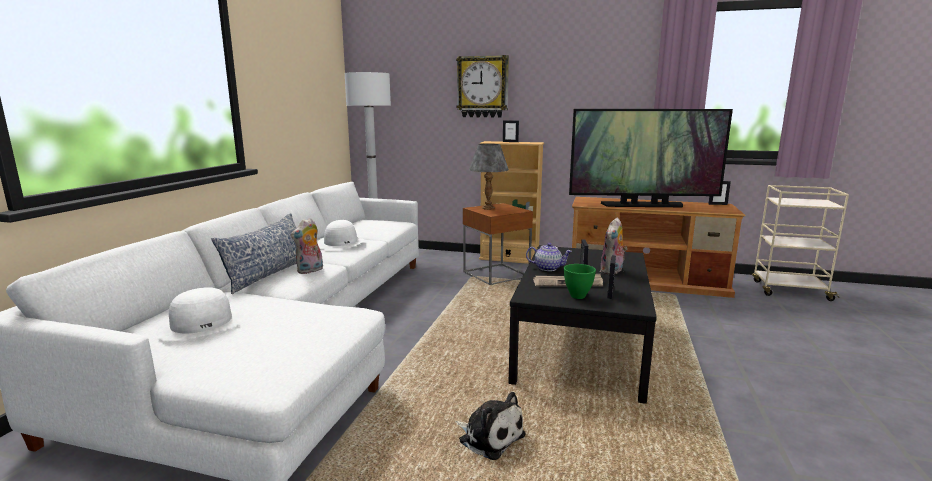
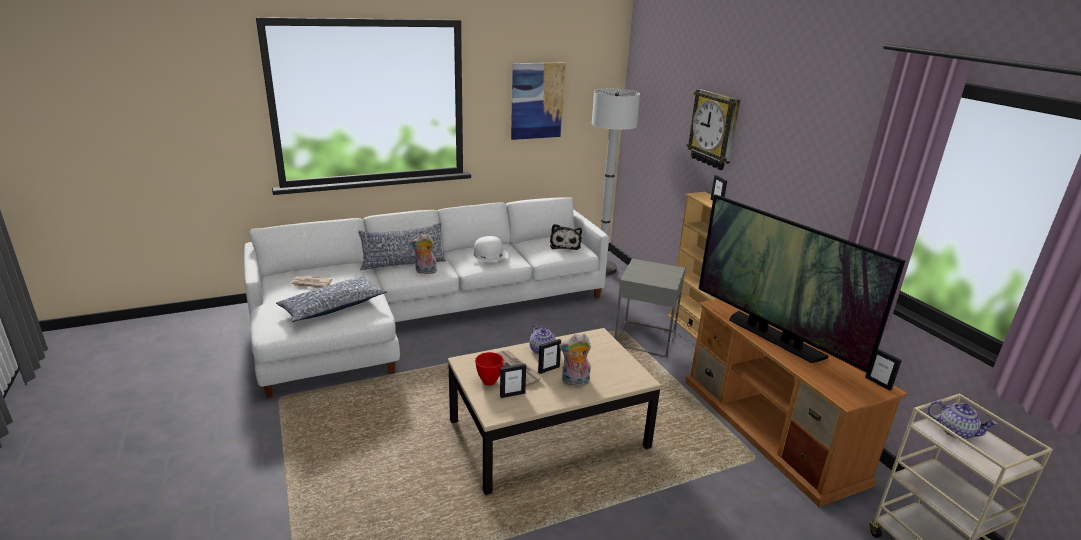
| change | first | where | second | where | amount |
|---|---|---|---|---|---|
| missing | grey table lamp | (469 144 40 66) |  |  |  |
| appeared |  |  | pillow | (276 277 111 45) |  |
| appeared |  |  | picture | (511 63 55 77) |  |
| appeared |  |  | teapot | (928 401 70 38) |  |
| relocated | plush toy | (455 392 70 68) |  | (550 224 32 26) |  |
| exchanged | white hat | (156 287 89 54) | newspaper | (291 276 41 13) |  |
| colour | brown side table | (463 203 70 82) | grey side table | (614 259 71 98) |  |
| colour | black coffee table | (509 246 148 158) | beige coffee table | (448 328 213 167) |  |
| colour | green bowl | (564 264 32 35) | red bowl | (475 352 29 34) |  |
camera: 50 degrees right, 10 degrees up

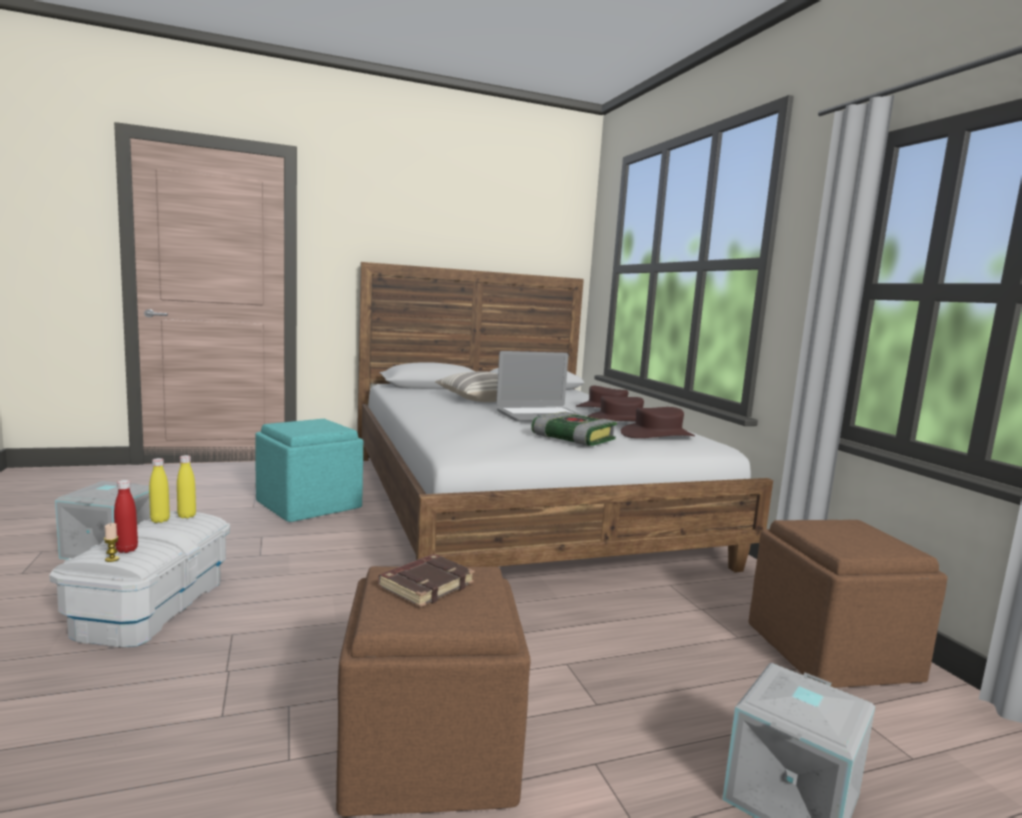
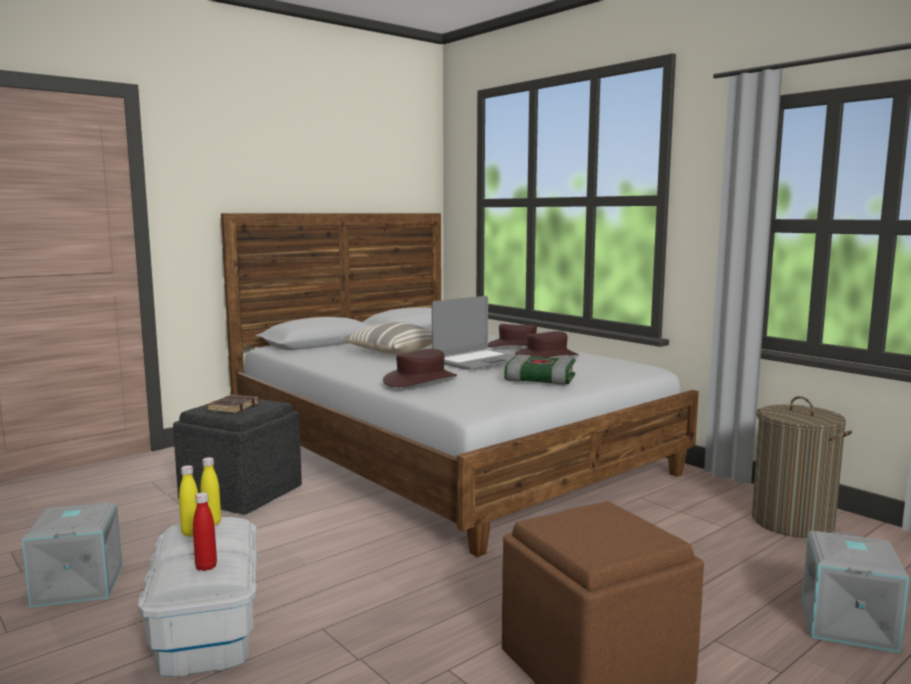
| change | first | where | second | where | amount |
|---|---|---|---|---|---|
| missing | candle | (104 523 16 39) |  |  |  |
| relocated | brown book | (378 554 97 53) |  | (207 394 52 19) |  |
| relocated | brown hat | (621 407 74 31) |  | (383 349 74 38) |  |
| exchanged | brown ottoman | (748 520 200 168) | laundry basket | (752 396 100 142) |  |
| colour | turquoise ottoman | (255 419 109 103) | grey ottoman | (173 399 129 115) |  |
camera: 20 degrees left, 0 degrees up

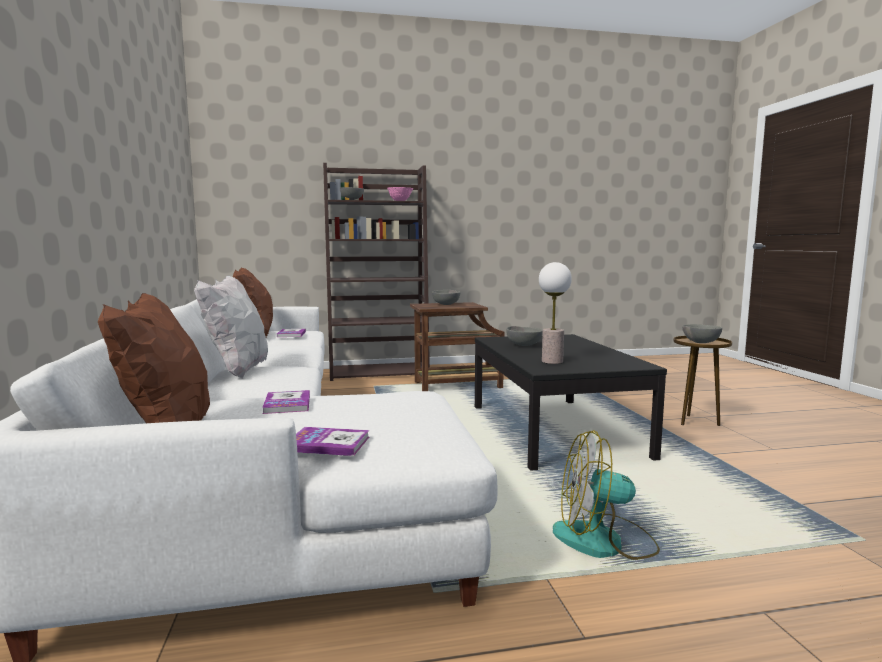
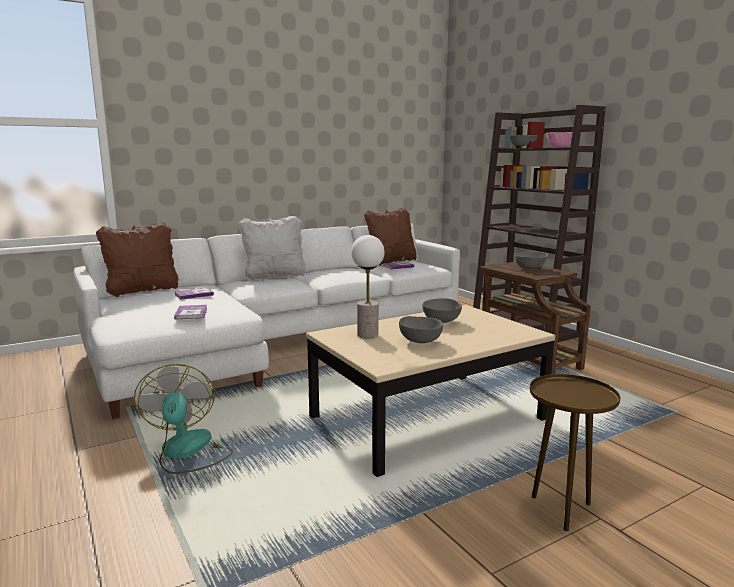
| change | first | where | second | where | amount |
|---|---|---|---|---|---|
| relocated | book | (296 427 73 29) |  | (174 305 33 15) |  |
| relocated | grey bowl | (682 324 40 19) |  | (399 316 44 27) |  |
| colour | black coffee table | (475 334 192 137) | beige coffee table | (306 305 249 172) |  |
camera: 70 degrees right, 5 degrees up

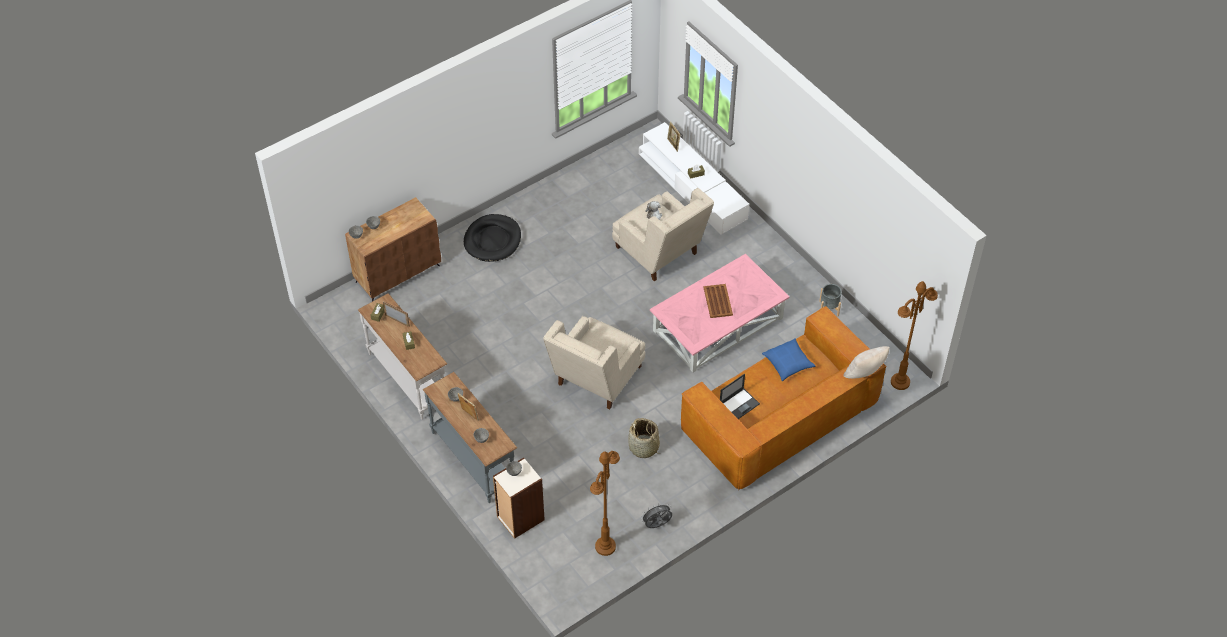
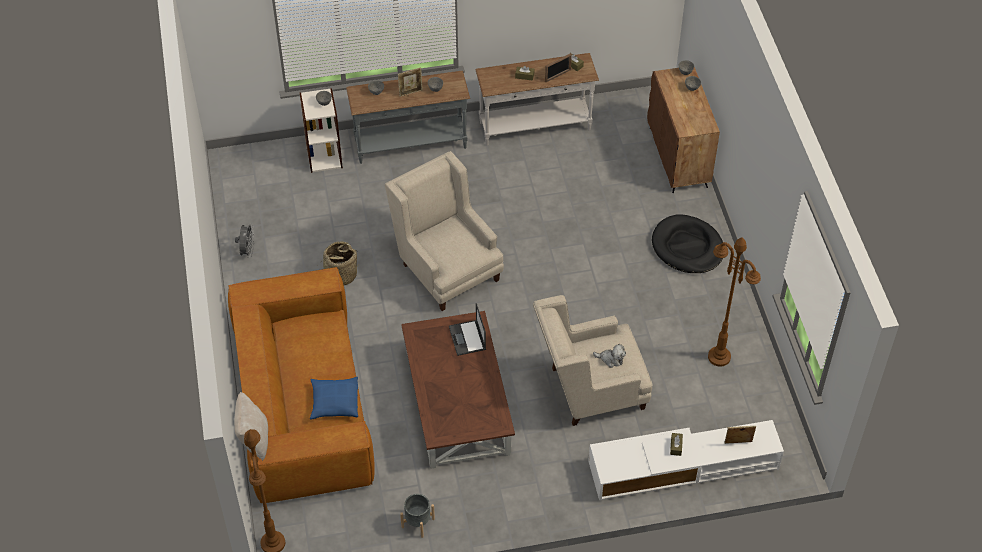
| change | first | where | second | where | amount |
|---|---|---|---|---|---|
| missing | brown tray | (703 284 30 34) |  |  |  |
| relocated | brown floor lamp | (590 451 30 105) |  | (708 237 53 130) |  |
| relocated | laptop | (720 374 40 45) |  | (449 303 37 53) |  |
| colour | pink coffee table | (650 254 139 119) | brown coffee table | (401 311 114 158) |  |
camera: 115 degrees right, 0 degrees up

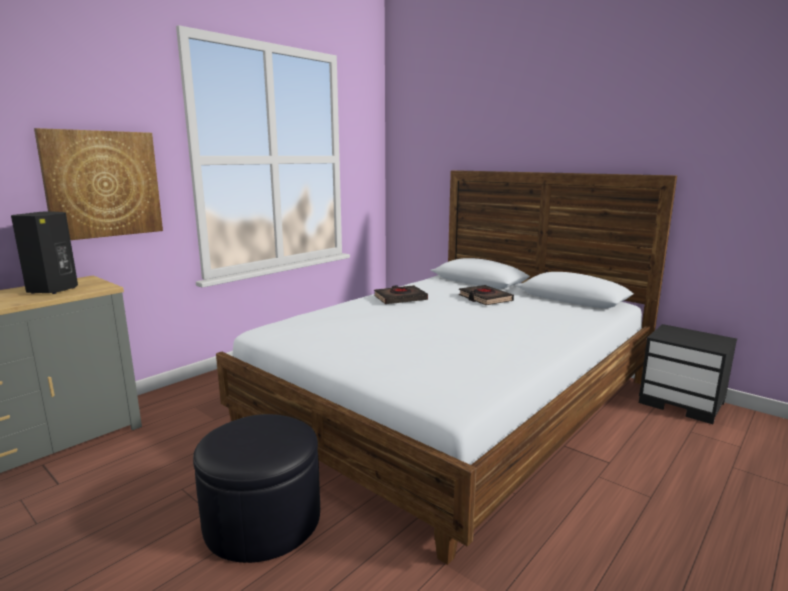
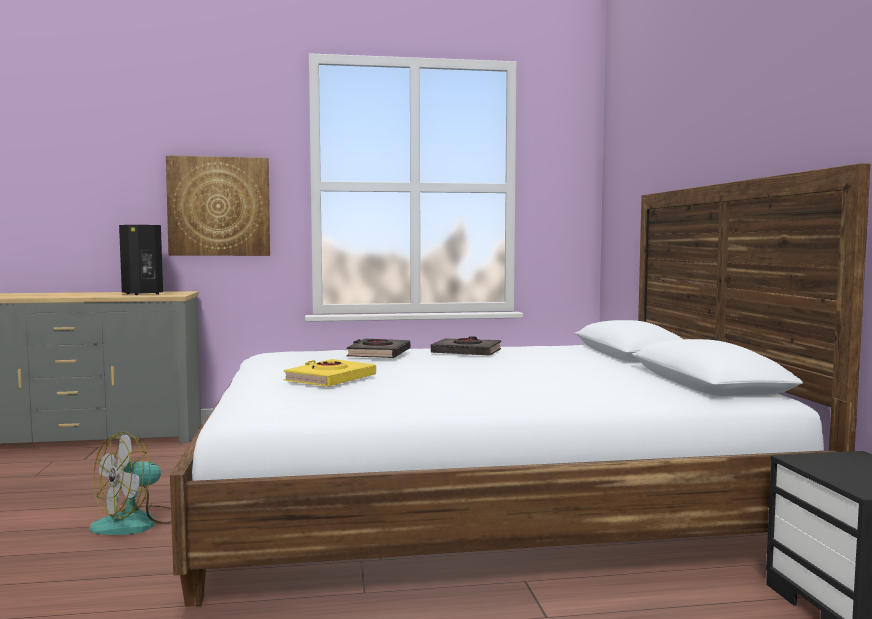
| change | first | where | second | where | amount |
|---|---|---|---|---|---|
| appeared |  |  | yellow book | (284 359 92 28) |  |
| relocated | black book | (459 285 55 20) |  | (346 339 64 19) |  |
| exchanged | black ottoman | (193 414 127 149) | fan | (90 431 81 104) |  |
camera: 40 degrees right, 10 degrees down

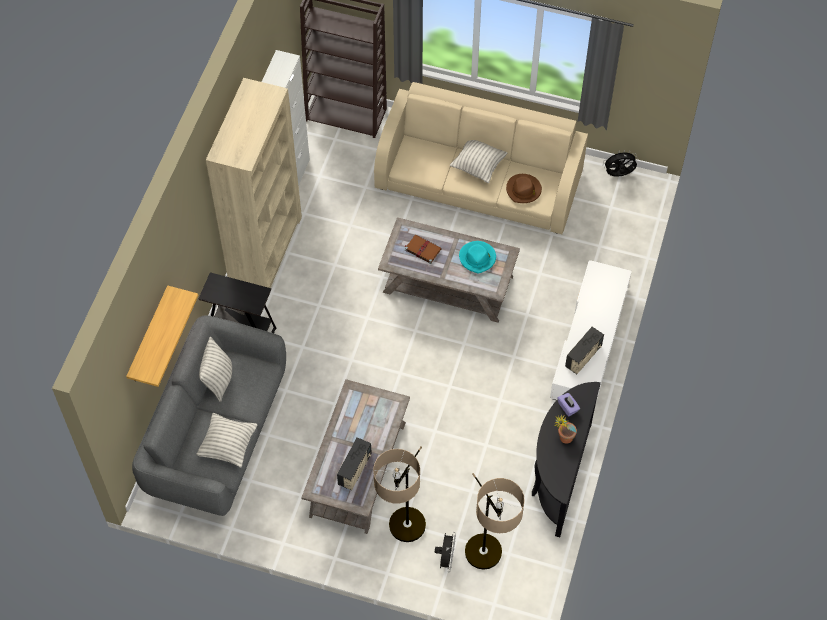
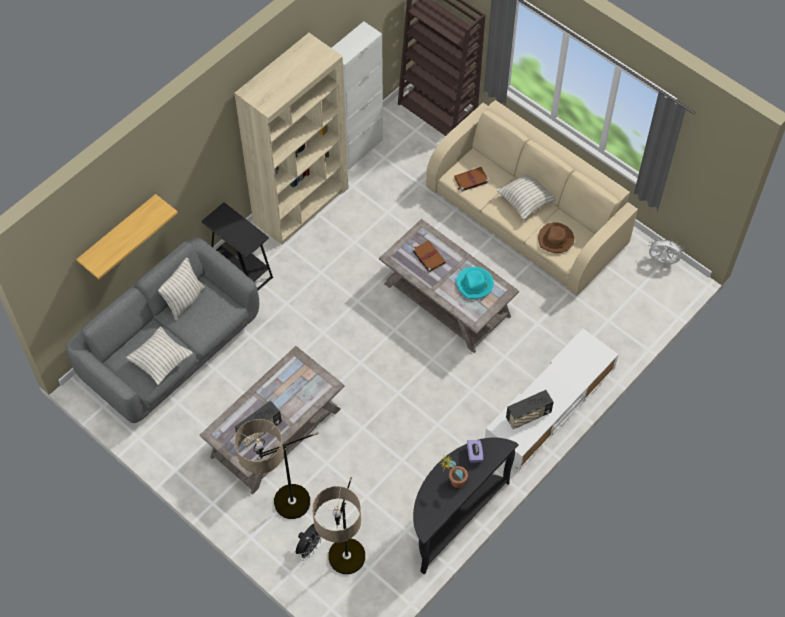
| change | first | where | second | where | amount |
|---|---|---|---|---|---|
| appeared |  |  | brown book | (454 167 35 25) |  |
| colour | black fan | (603 150 35 27) | white fan | (648 237 36 27) |  |
camera: 25 degrees right, 0 degrees up

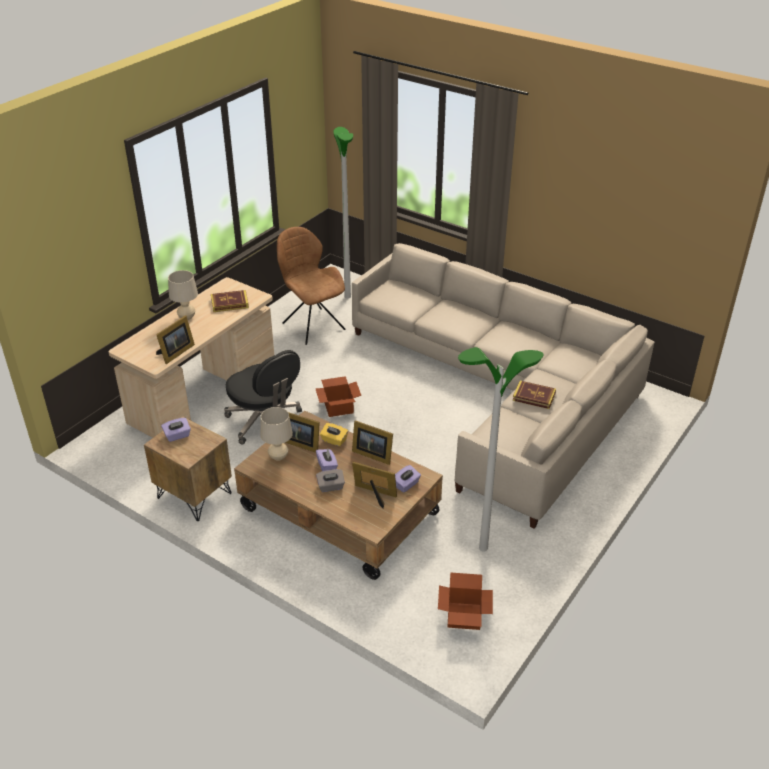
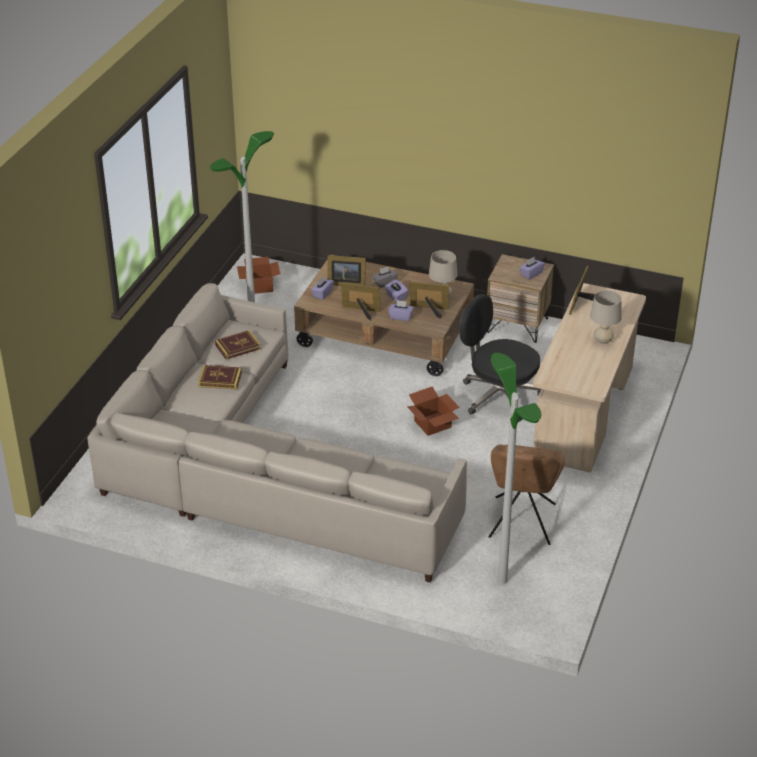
| change | first | where | second | where | amount |
|---|---|---|---|---|---|
| relocated | book | (211 290 38 22) |  | (215 330 46 30) |  |
| colour | yellow tissue box | (320 423 28 23) | purple tissue box | (388 300 26 21) |  |
| spun | brown chair | (277 227 68 118) |  | (489 445 76 100) | 60 degrees clockwise |
camera: 165 degrees right, 0 degrees up

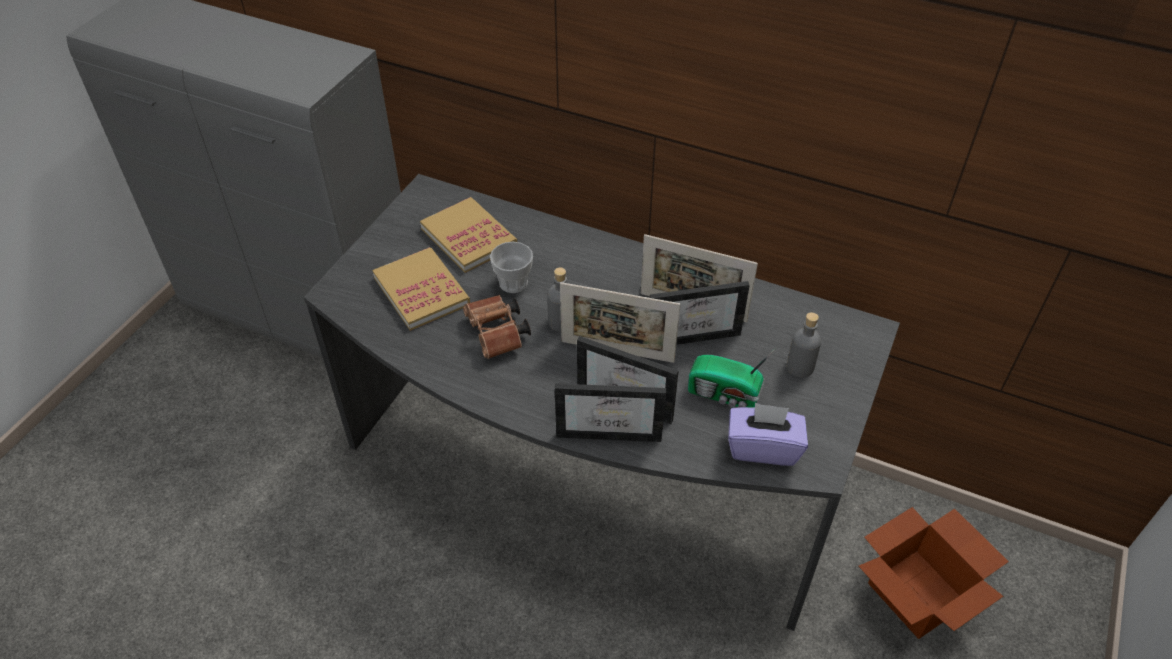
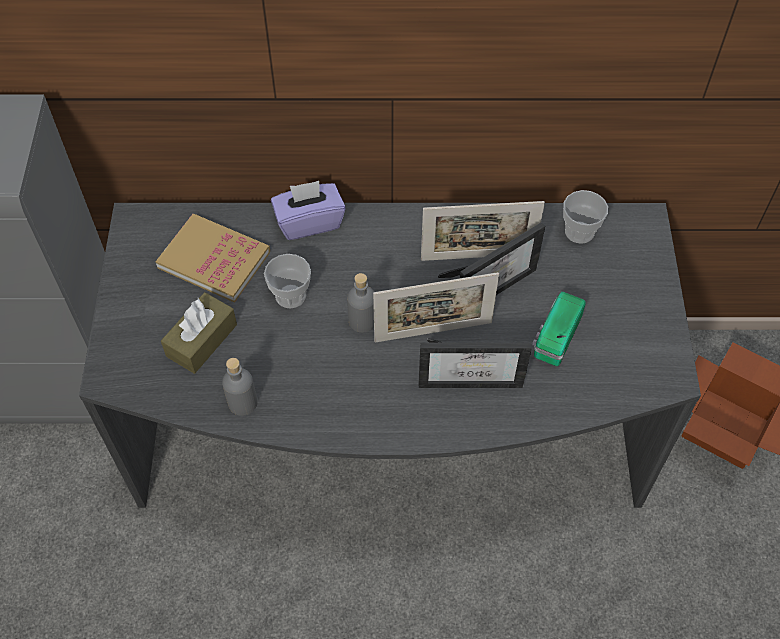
| change | first | where | second | where | amount |
|---|---|---|---|---|---|
| missing | brown binoculars | (463 295 68 64) |  |  |  |
| missing | picture frame | (555 383 111 59) |  |  |  |
| appeared |  |  | cup | (563 190 45 54) |  |
| relocated | purple tissue box | (728 403 80 63) |  | (271 181 75 59) |  |
| relocated | grey bottle | (787 312 34 66) |  | (222 358 36 58) |  |
| exchanged | book | (372 247 98 84) | brown tissue box | (161 292 76 82) |  |
| spun | radio | (688 348 88 60) |  | (532 292 54 74) | 120 degrees clockwise |
camera: 25 degrees left, 10 degrees up

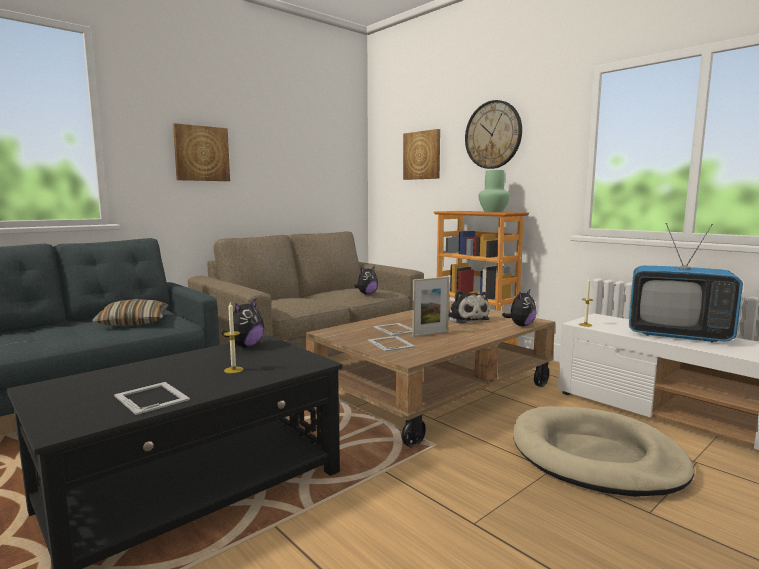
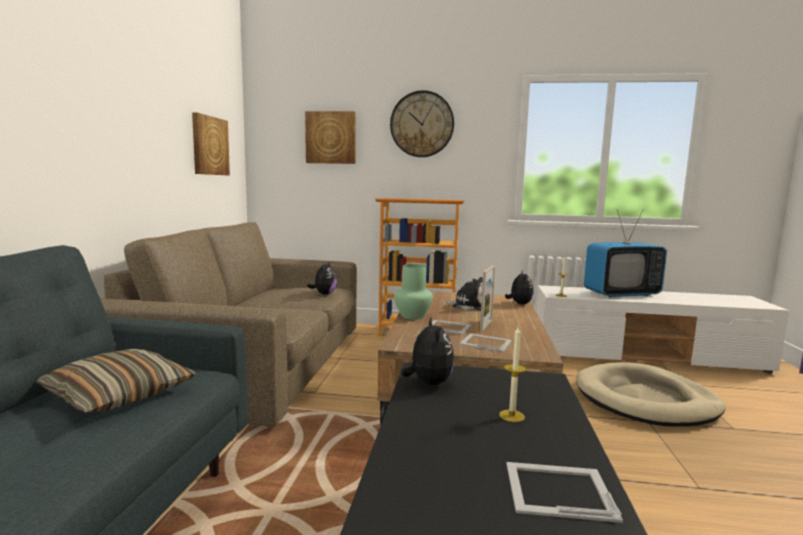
| change | first | where | second | where | amount |
|---|---|---|---|---|---|
| relocated | picture | (173 123 57 58) |  | (192 112 38 63) |  |
| relocated | green vase | (479 170 31 42) |  | (394 264 39 55) |  |
camera: 40 degrees left, 0 degrees up

